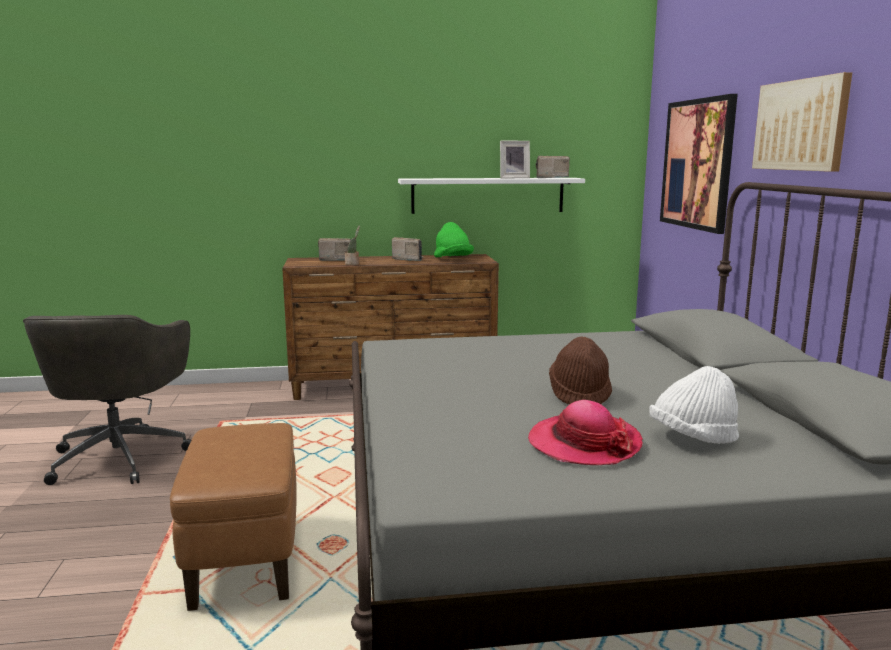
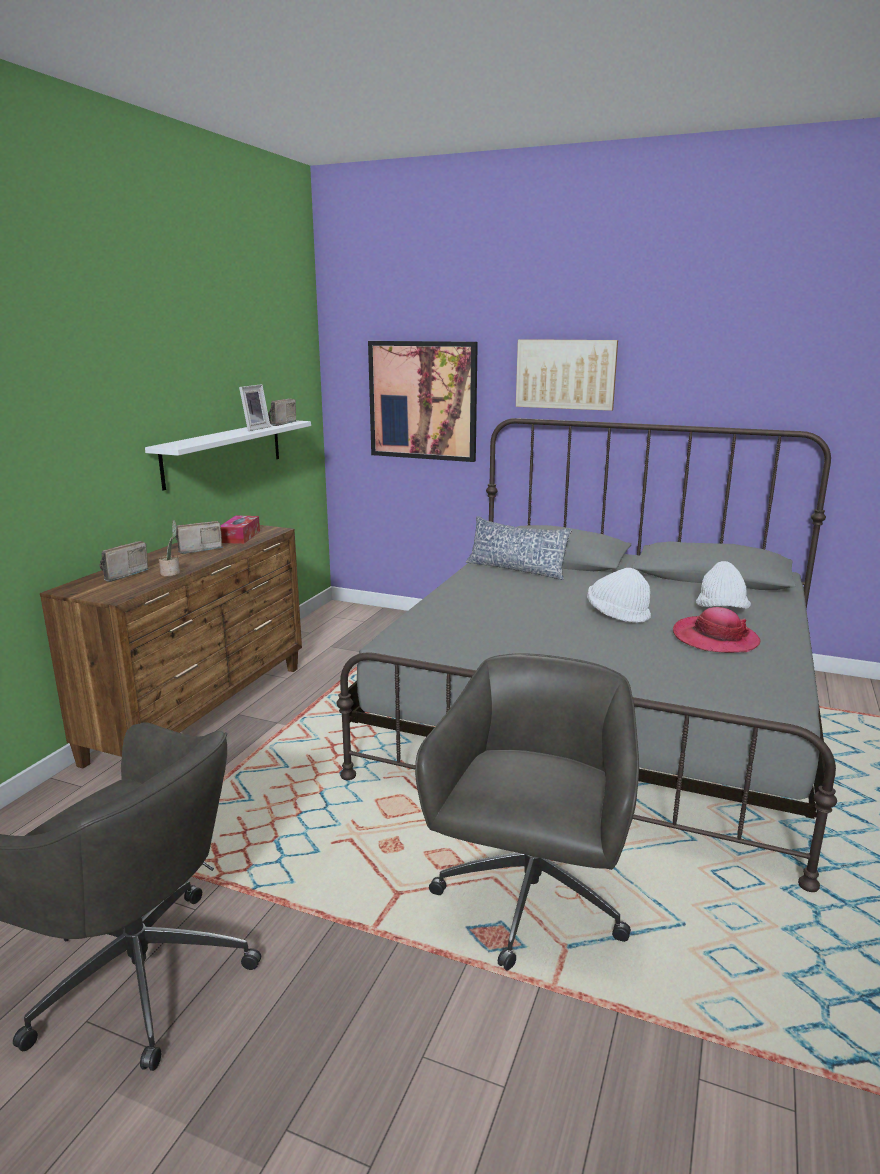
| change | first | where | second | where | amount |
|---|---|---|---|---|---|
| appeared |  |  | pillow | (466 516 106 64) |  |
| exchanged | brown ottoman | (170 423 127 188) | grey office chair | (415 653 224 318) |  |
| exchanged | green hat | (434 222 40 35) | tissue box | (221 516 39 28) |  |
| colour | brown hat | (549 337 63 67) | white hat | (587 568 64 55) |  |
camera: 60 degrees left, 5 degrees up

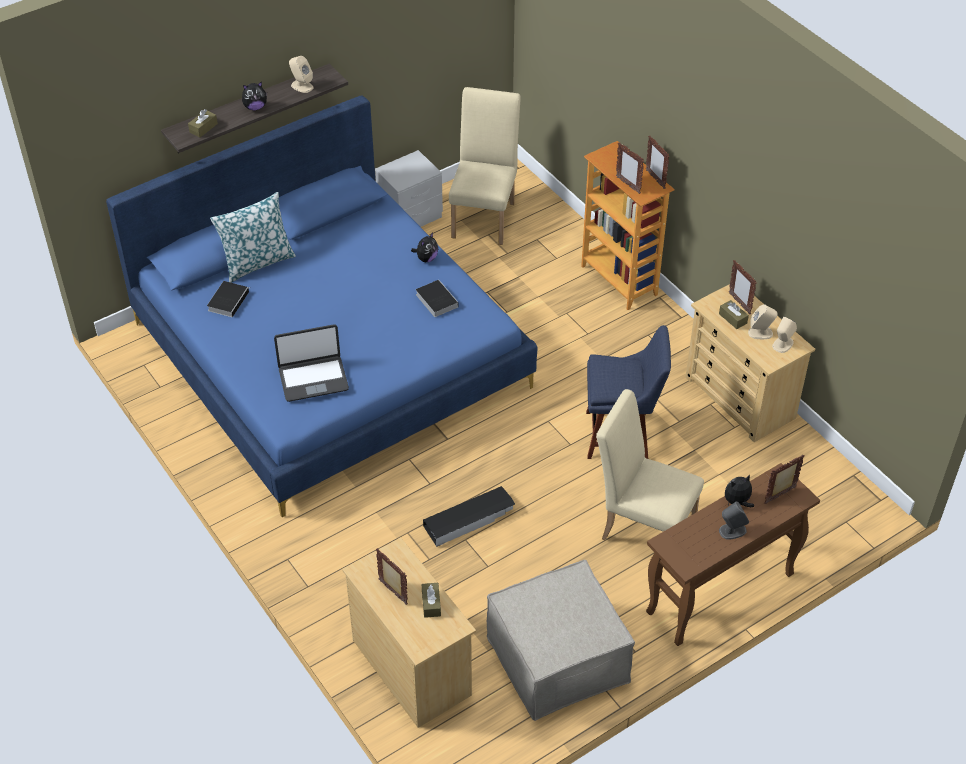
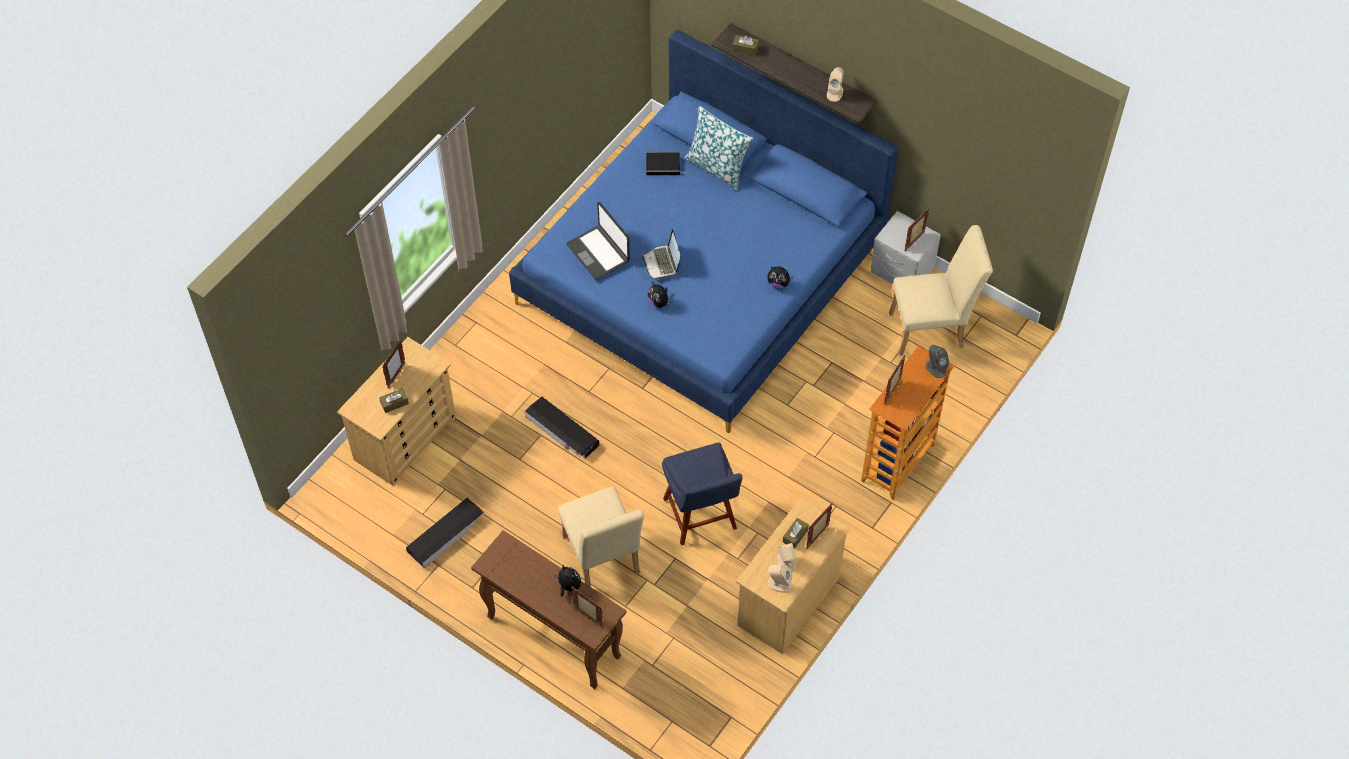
| change | first | where | second | where | amount |
|---|---|---|---|---|---|
| missing | book | (416 280 43 37) |  |  |  |
| appeared |  |  | laptop | (642 229 39 51) |  |
| relocated | plush toy | (242 82 25 28) |  | (648 282 23 26) |  |
| relocated | picture frame | (646 136 24 53) |  | (904 208 25 43) |  |
| relocated | grey speaker | (719 502 30 38) |  | (925 345 24 33) |  |
| exchanged | beige ottoman | (487 560 148 161) | black storage box | (406 498 78 70) |  |
| spun | beige chair | (596 389 108 151) |  | (558 487 86 100) | 150 degrees clockwise |
camera: 70 degrees right, 10 degrees up

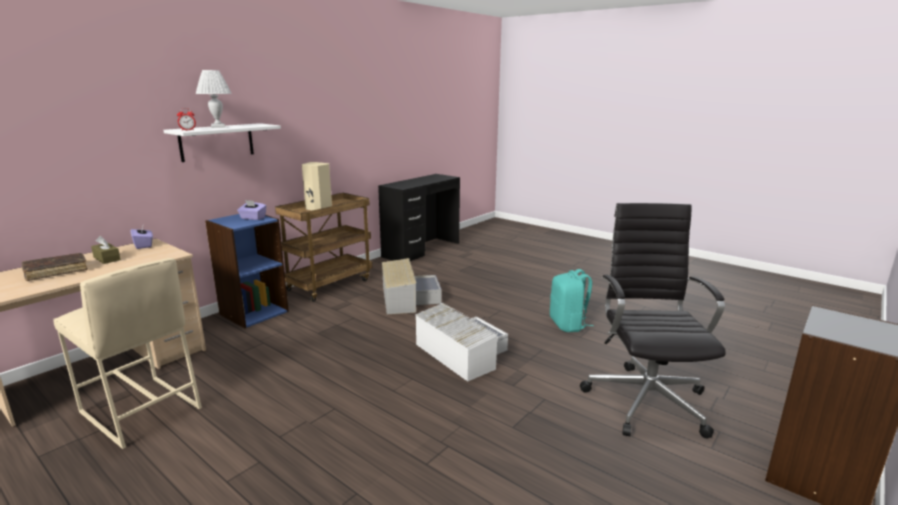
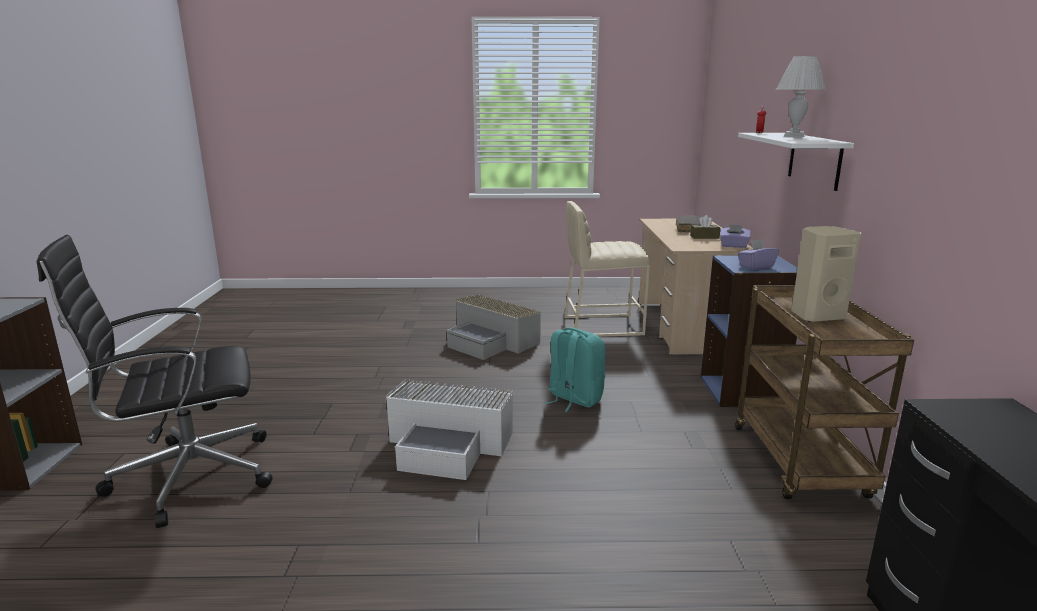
| change | first | where | second | where | amount |
|---|---|---|---|---|---|
| relocated | grey storage box | (382 258 60 56) |  | (447 295 94 65) |  |
| relocated | turquoise backpack | (550 269 44 63) |  | (545 327 60 85) |  |
| spun | black office chair | (580 203 146 235) |  | (37 235 235 293) | 105 degrees clockwise |
camera: 140 degrees right, 0 degrees up

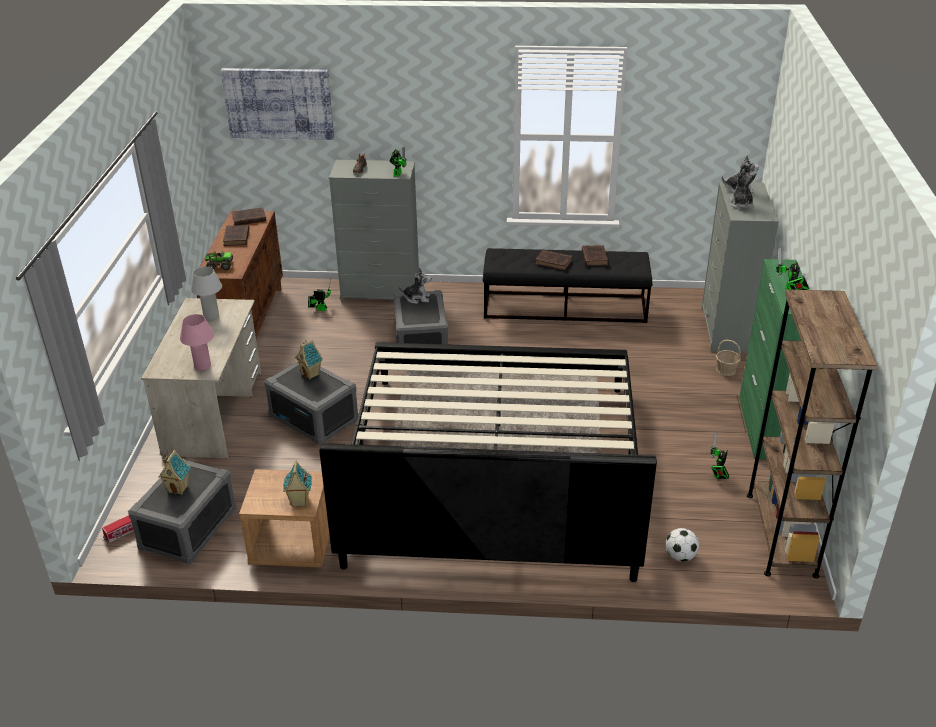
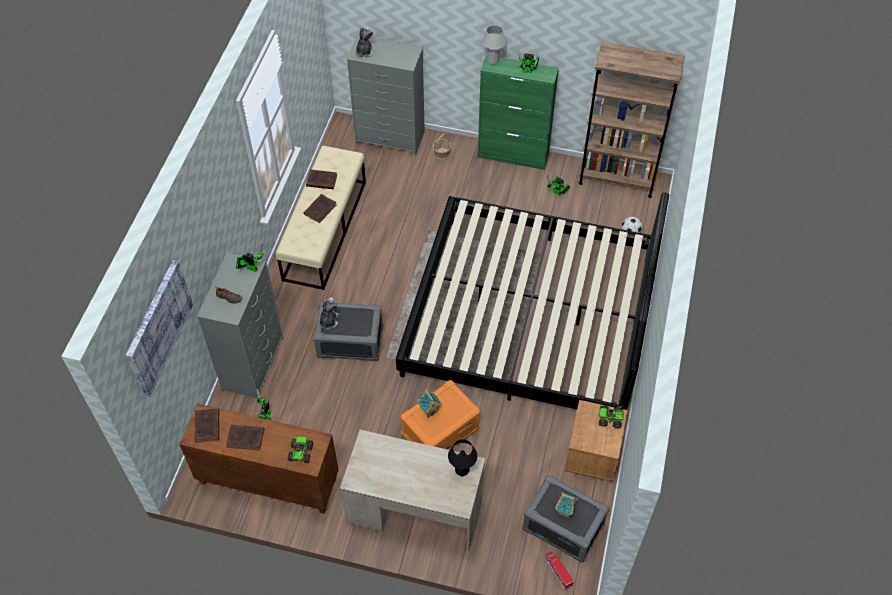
| change | first | where | second | where | amount |
|---|---|---|---|---|---|
| missing | plush toy | (730 169 27 40) |  |  |  |
| relocated | white table lamp | (190 267 32 53) |  | (482 25 24 40) |  |
| exchanged | toy house | (283 460 29 47) | toy truck | (599 405 25 23) |  |
| colour | pink table lamp | (180 314 34 57) | black table lamp | (448 439 29 37) |  |
| colour | grey storage box | (264 361 95 85) | orange storage box | (400 380 80 70) |  |
| colour | black bench | (482 248 171 75) | beige bench | (275 146 91 144) |  |
camera: 80 degrees left, 20 degrees up

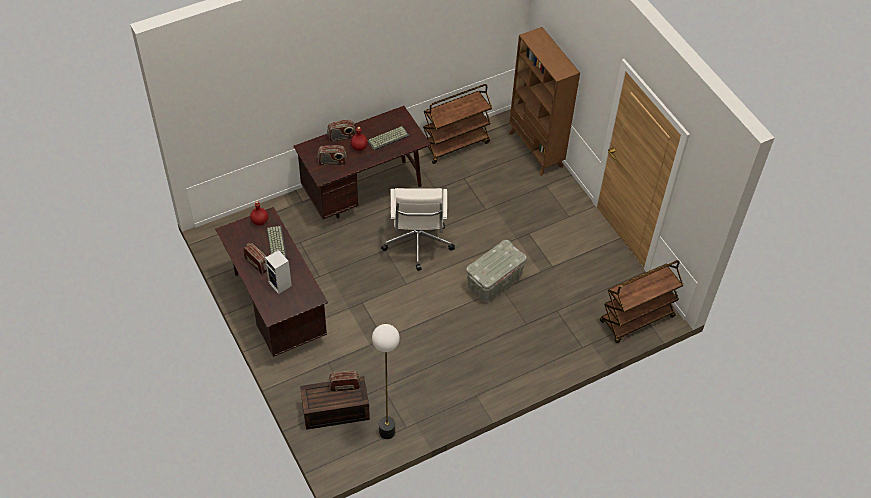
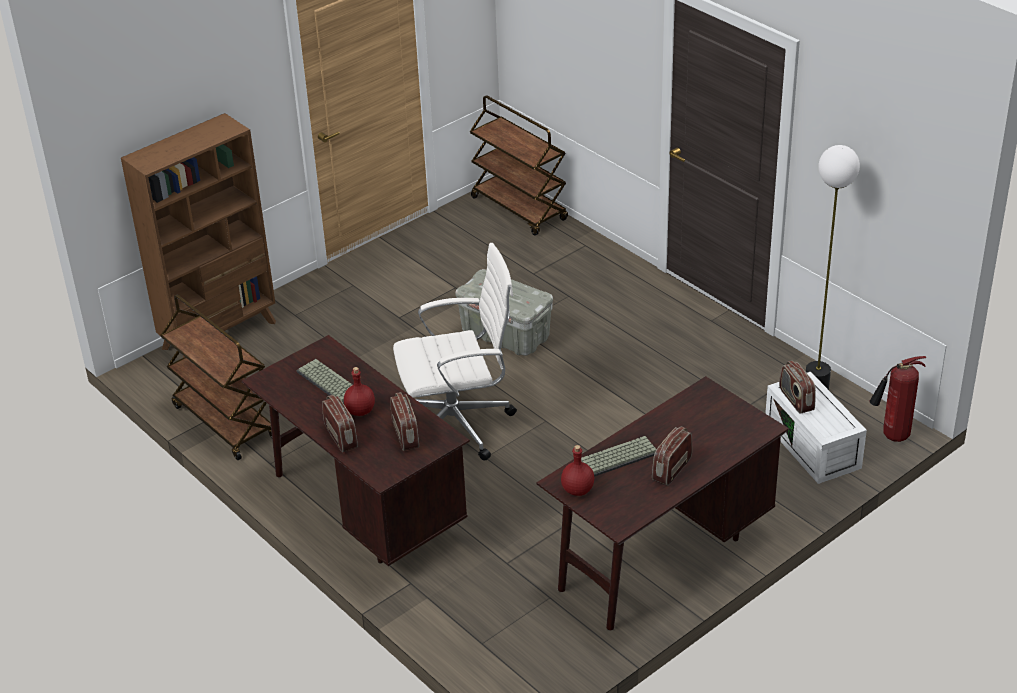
| change | first | where | second | where | amount |
|---|---|---|---|---|---|
| missing | speaker | (265 250 27 44) |  |  |  |
| appeared |  |  | fire extinguisher | (870 356 56 86) |  |
| colour | brown storage box | (300 376 70 54) | white storage box | (765 372 102 112) |  |
camera: 100 degrees left, 15 degrees down

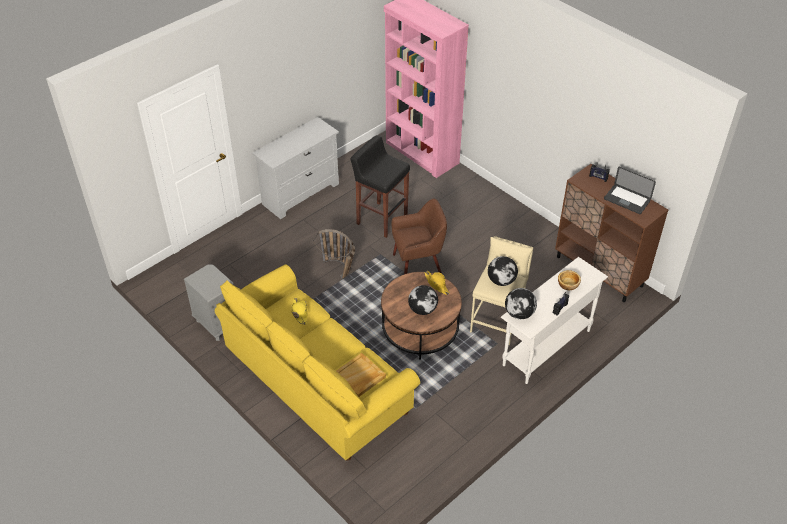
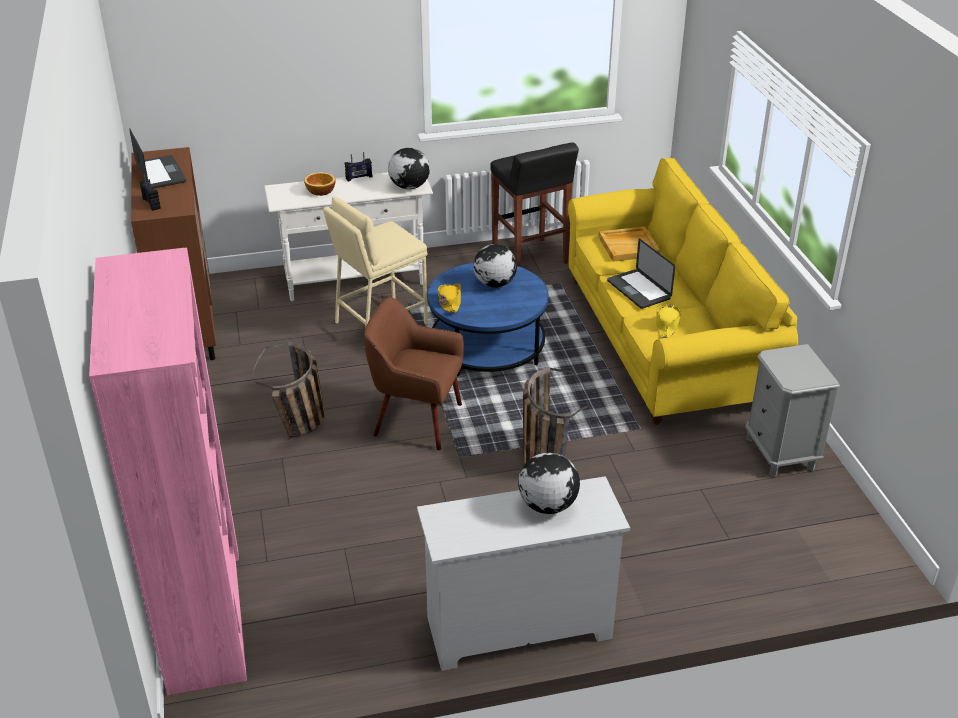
| change | first | where | second | where | amount |
|---|---|---|---|---|---|
| appeared |  |  | basket | (253 341 72 96) |  |
| appeared |  |  | laptop | (607 239 68 70) |  |
| relocated | black stool | (351 135 59 103) |  | (490 142 89 125) |  |
| relocated | globe | (488 256 30 30) |  | (518 453 62 61) |  |
| colour | brown coffee table | (381 272 81 88) | blue coffee table | (427 263 122 113) |  |
camera: 150 degrees left, 10 degrees down

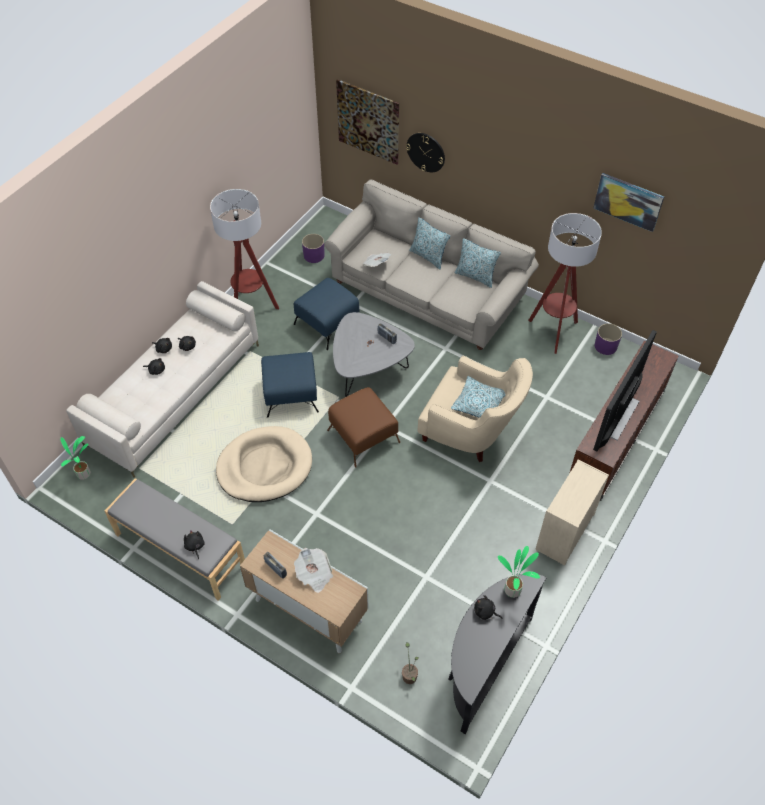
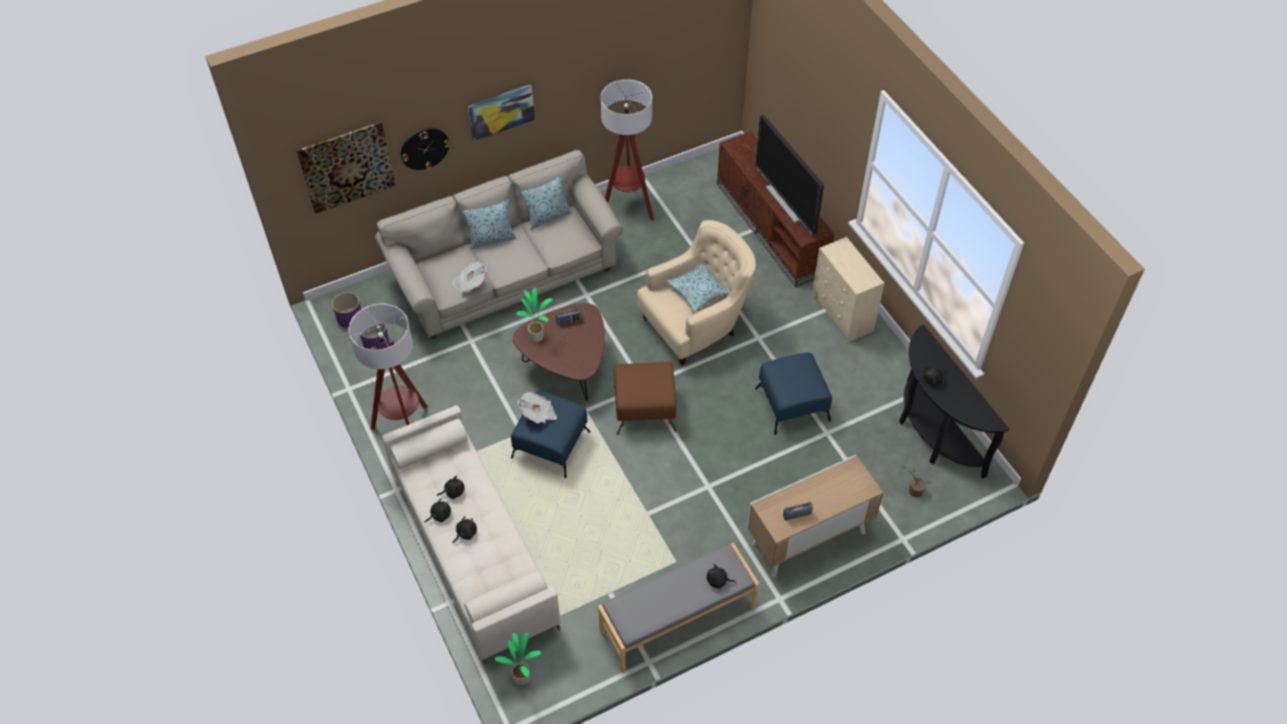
| change | first | where | second | where | amount |
|---|---|---|---|---|---|
| missing | beige dog bed | (216 426 96 76) |  |  |  |
| relocated | blue ottoman | (294 278 65 72) |  | (755 353 77 82) |  |
| relocated | newspaper | (294 548 39 45) |  | (517 392 40 31) |  |
| relocated | potted plant | (498 546 42 52) |  | (516 287 37 55) |  |
| relocated | picture | (593 173 71 59) |  | (468 84 67 57) |  |
| relocated | purple planter | (595 323 27 32) |  | (332 292 29 36) |  |
| colour | grey coffee table | (333 312 82 85) | brown coffee table | (513 303 92 98) |  |
camera: 60 degrees left, 0 degrees up

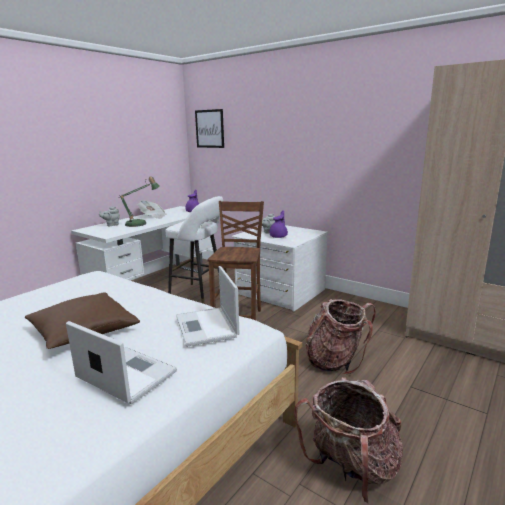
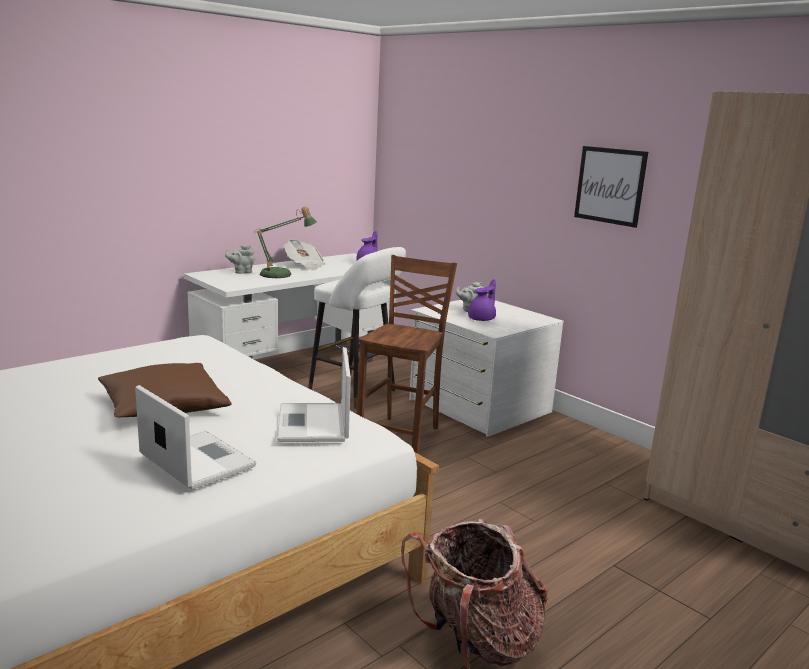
| change | first | where | second | where | amount |
|---|---|---|---|---|---|
| missing | backpack | (306 299 70 76) |  |  |  |
| relocated | picture | (195 109 29 39) |  | (574 146 74 82) |  |
camera: 10 degrees right, 0 degrees up

